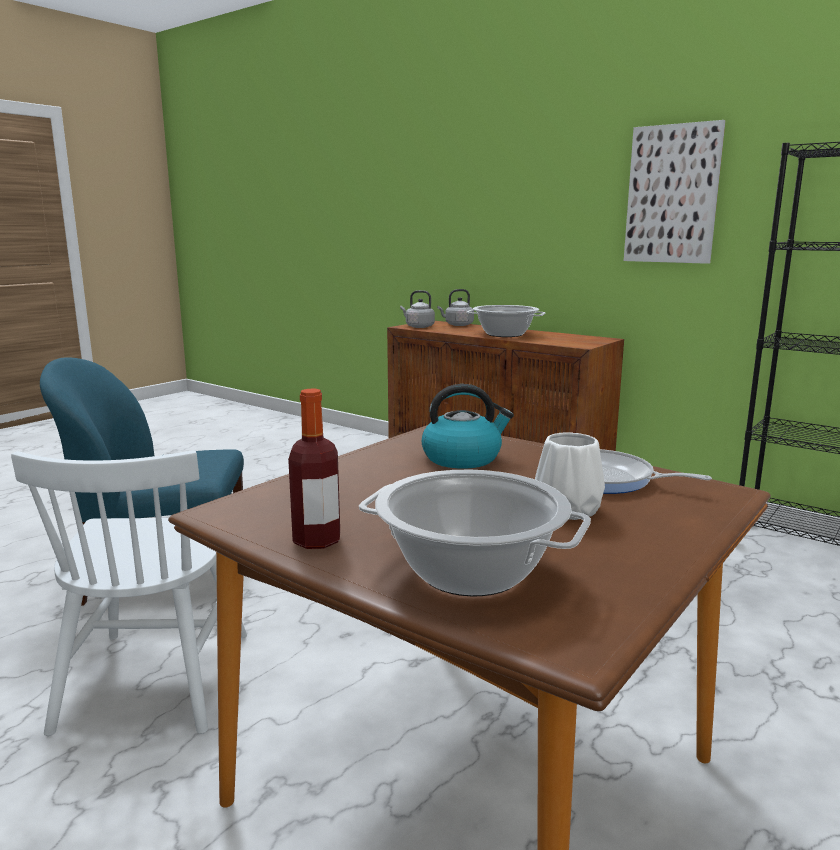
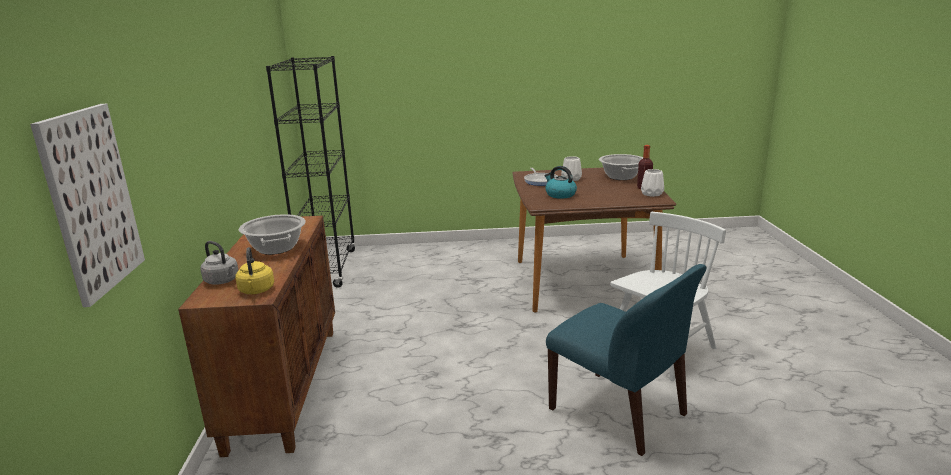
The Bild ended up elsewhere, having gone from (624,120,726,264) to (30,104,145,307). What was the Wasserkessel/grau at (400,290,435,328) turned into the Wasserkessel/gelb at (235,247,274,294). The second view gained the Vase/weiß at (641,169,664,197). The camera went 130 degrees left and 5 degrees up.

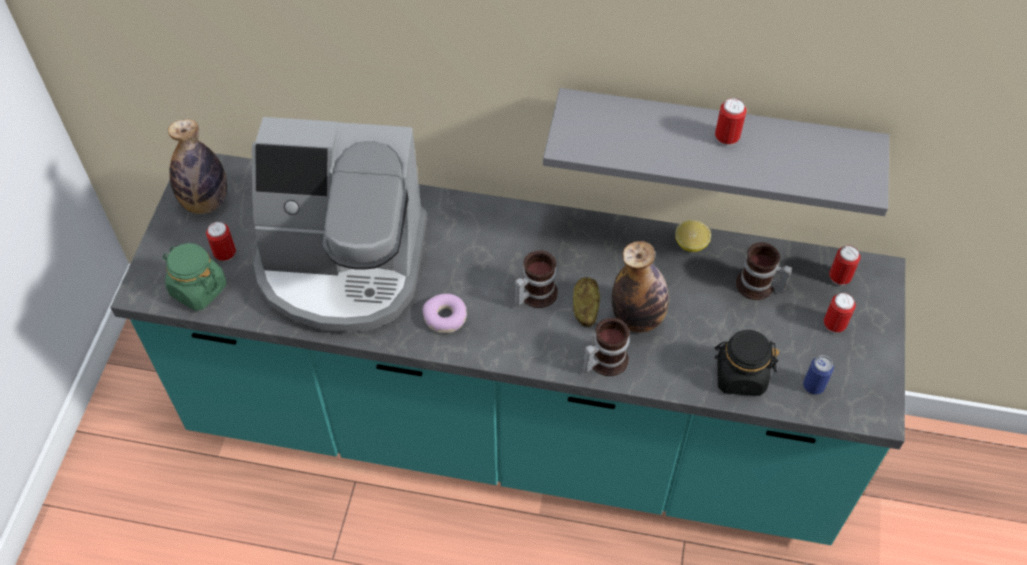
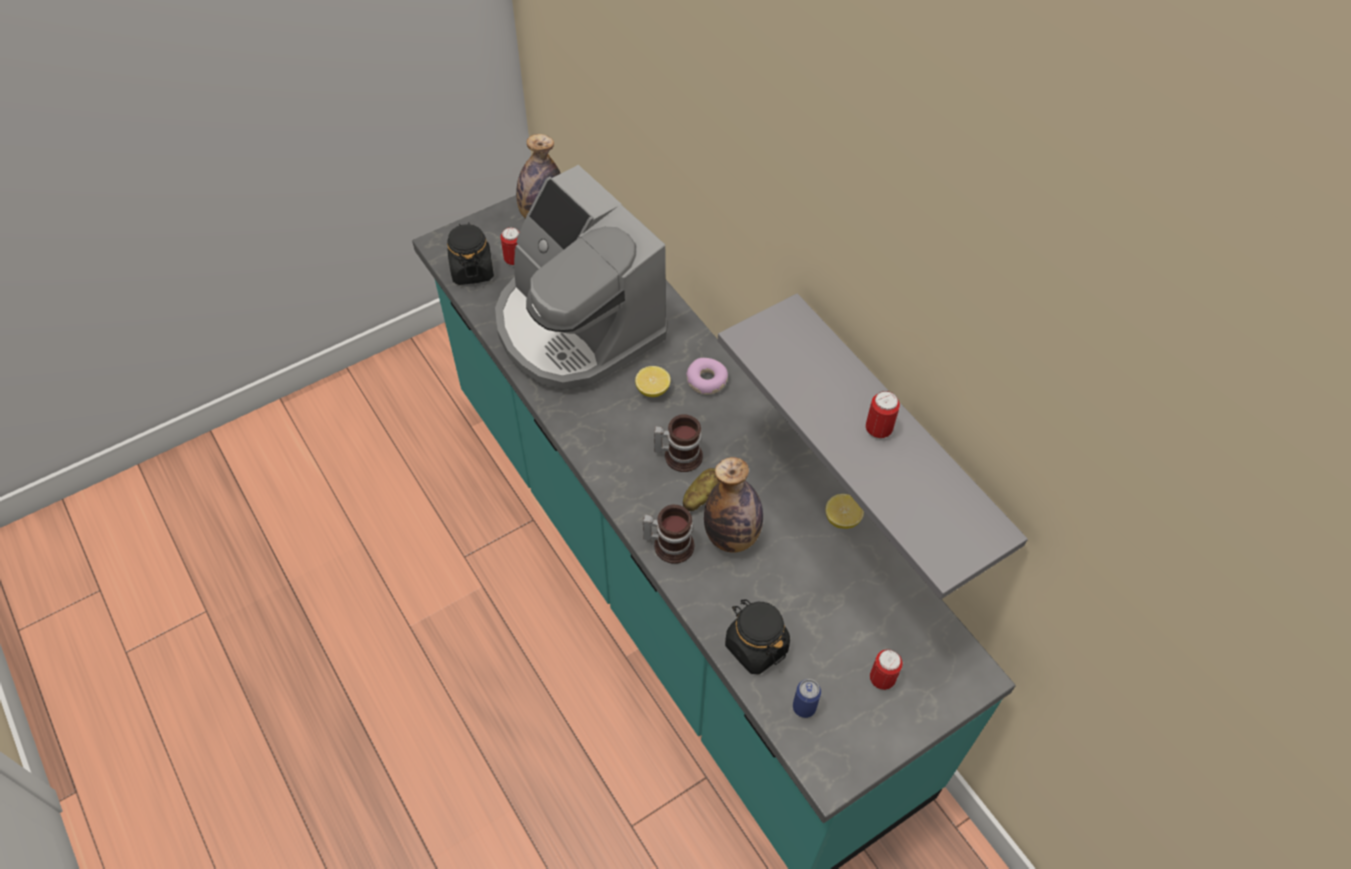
What was the Vorratsglas/grün at (163,243,226,311) turned into the Vorratsglas/schwarz at (447,222,494,285). The second view gained the Zitrone at (635,366,671,397). The Donut ended up elsewhere, having gone from (423,294,467,333) to (686,358,728,395). The second view lost the Henkelbecher at (736,242,792,300). The second view lost the Dose at (829,245,860,285). The camera went 45 degrees right and 0 degrees up.

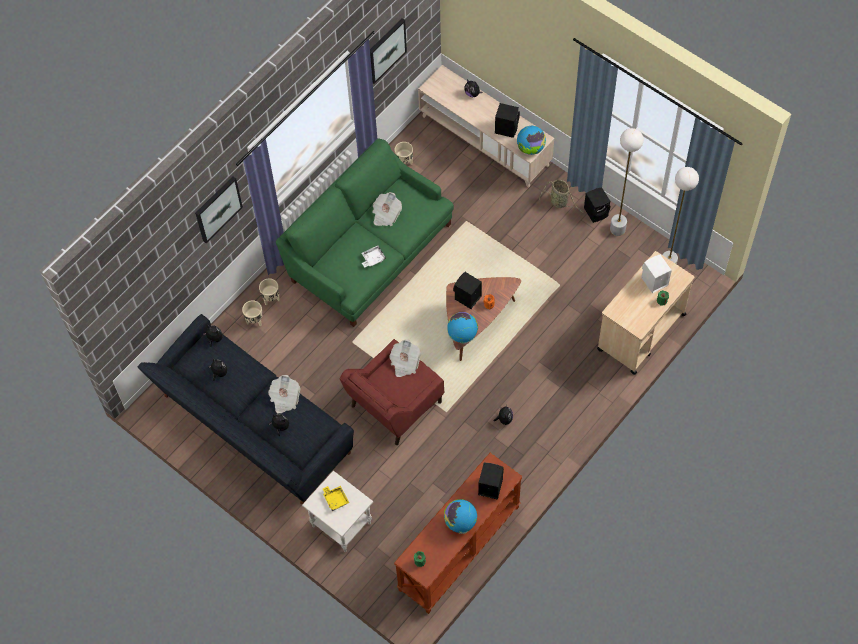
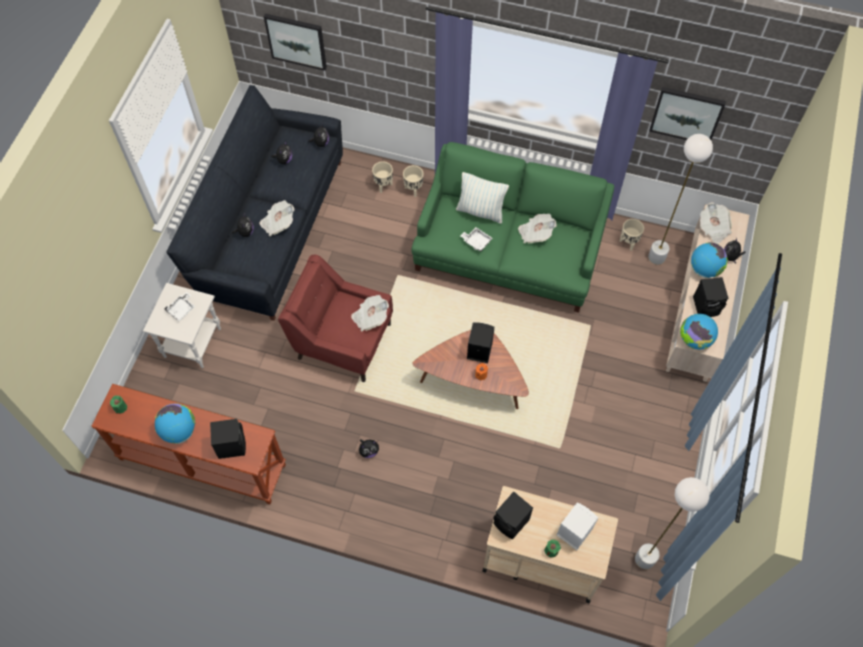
What was the Tablett/gelb at (323,486,349,511) turned into the Tablett/weiß at (164,292,195,321). The Bild ended up elsewhere, having gone from (195,177,243,243) to (264,13,327,71). The second view gained the Kissen at (456,172,509,224). The Lautsprecher/schwarz ended up elsewhere, having gone from (584,188,611,223) to (493,492,533,540). The Stehlampe/weiß ended up elsewhere, having gone from (610,128,644,236) to (648,134,713,265). The Globus ended up elsewhere, having gone from (447,312,478,343) to (691,242,727,278). The second view gained the Zeitung at (700,202,732,244). The second view lost the Korb at (539,180,584,213). The camera went 65 degrees right and 0 degrees up.

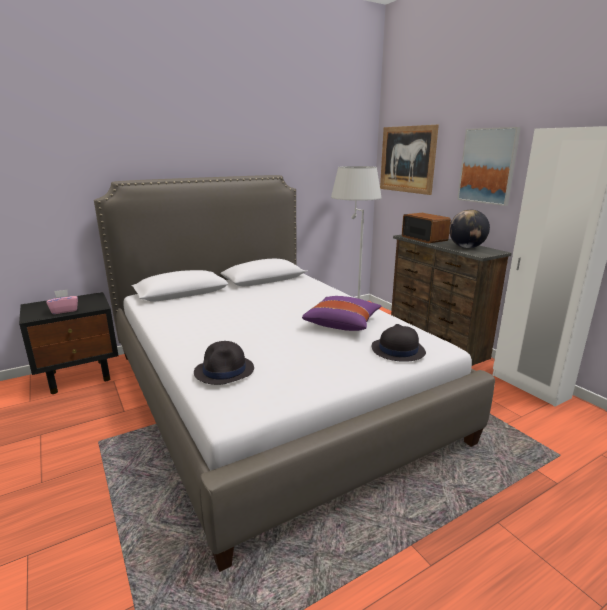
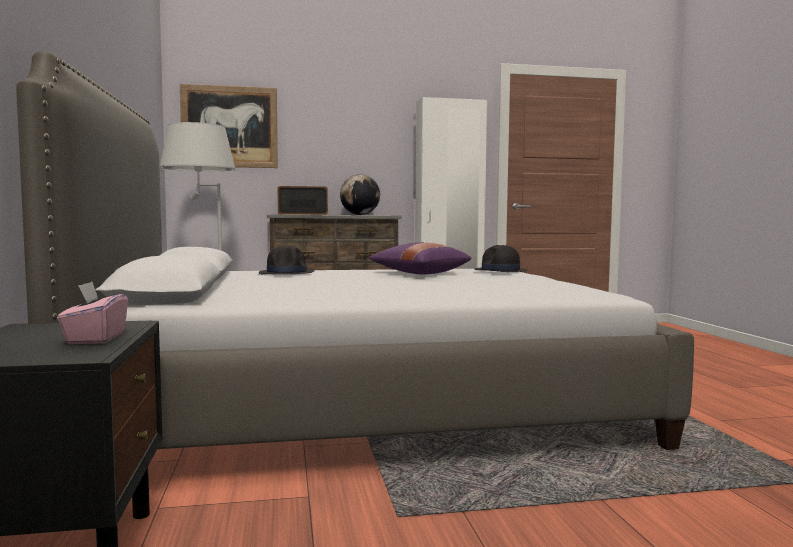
The Hut/schwarz ended up elsewhere, having gone from (194,341,254,385) to (259,246,315,275). The second view lost the Bild at (457,127,521,206). The camera went 70 degrees left and 15 degrees down.

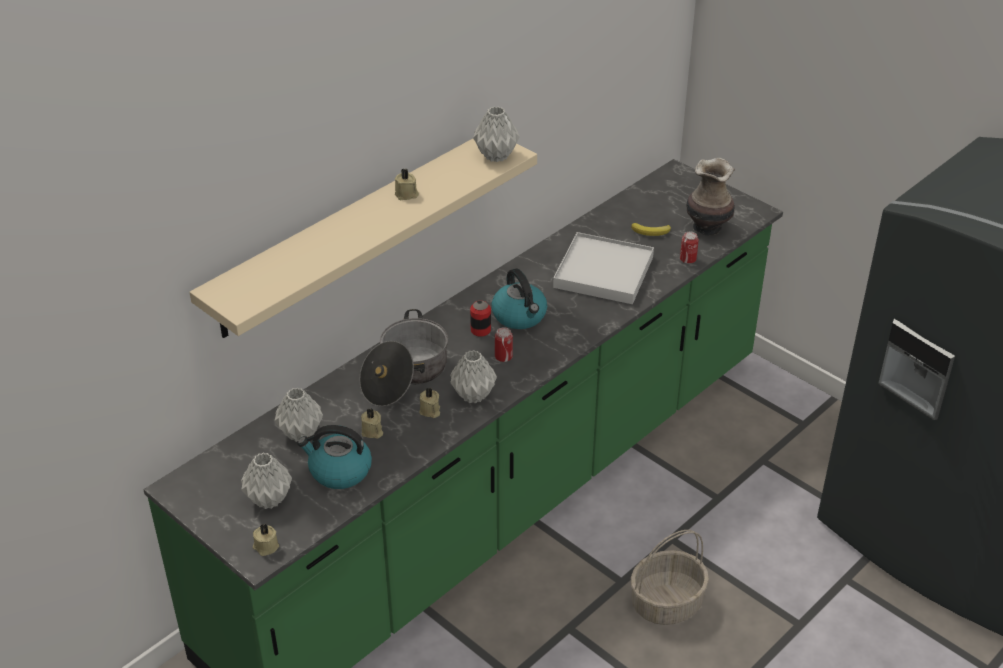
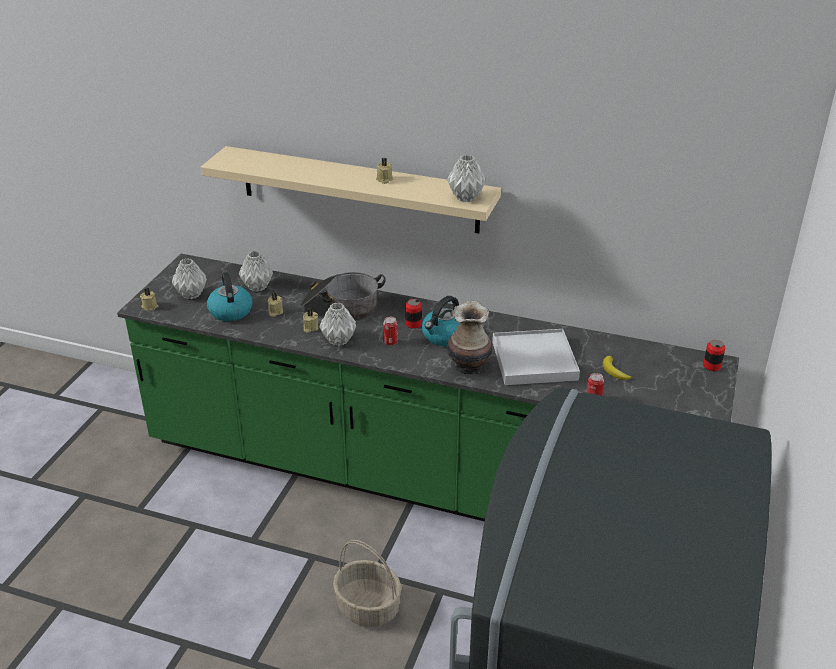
The Vase ended up elsewhere, having gone from (686,158,735,236) to (447,301,492,375). The second view gained the Dose at (703,340,725,371). The camera went 65 degrees right and 5 degrees down.

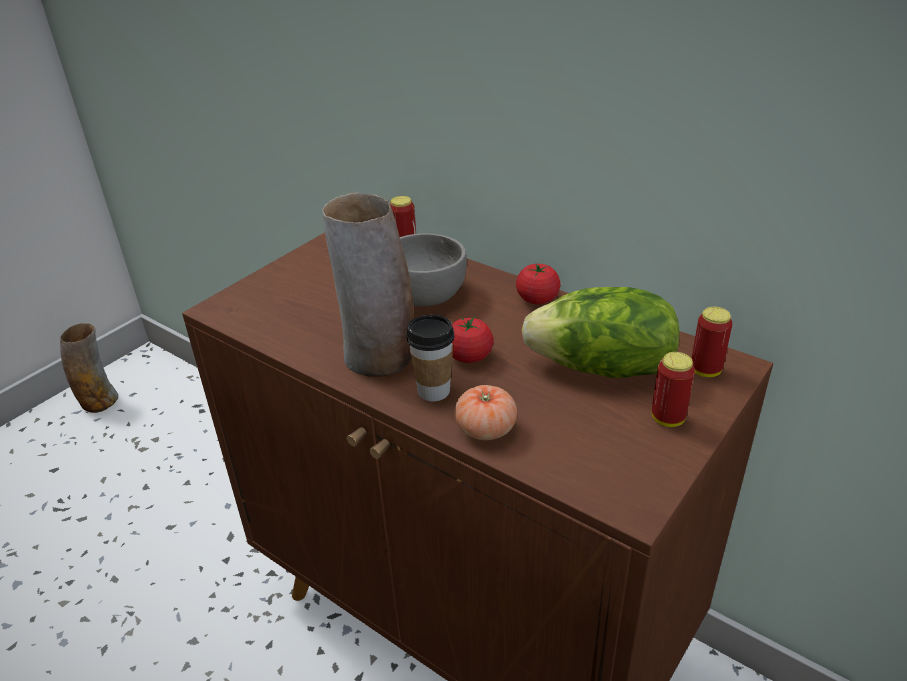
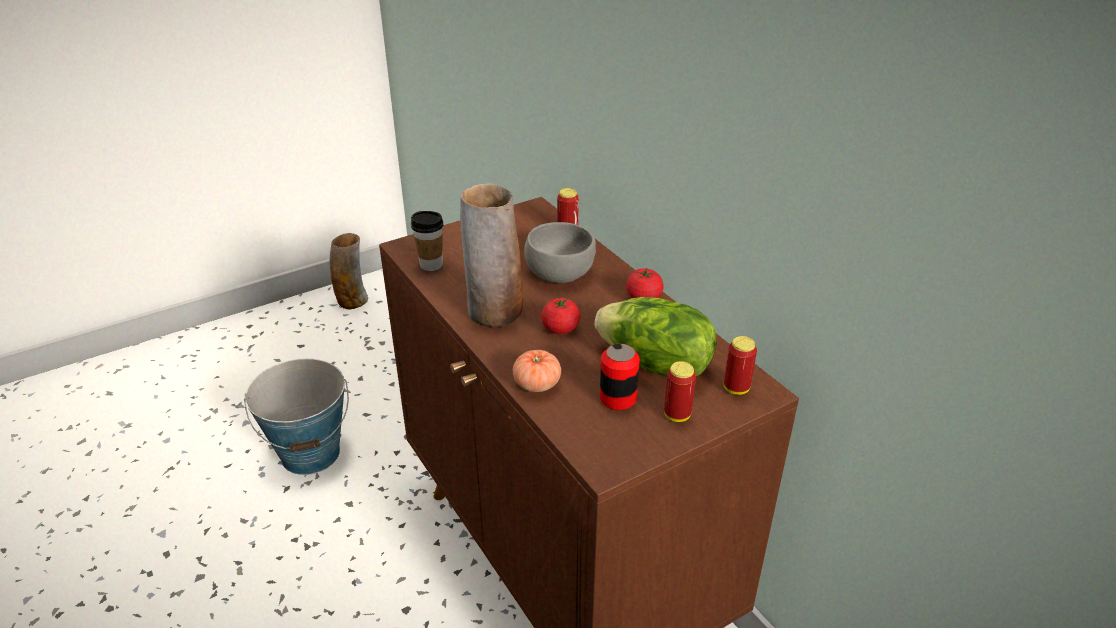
The second view gained the Eimer at (244,359,349,475). The Tasse ended up elsewhere, having gone from (406,315,454,401) to (411,211,443,271). The second view gained the Dose at (600,344,640,410). The camera went 20 degrees right and 0 degrees up.

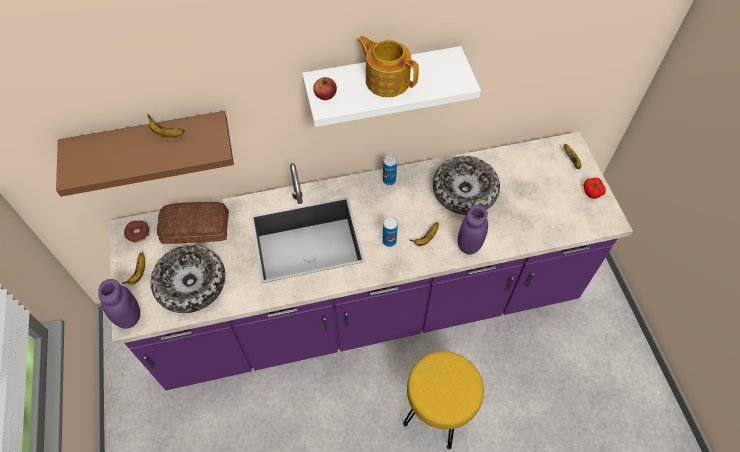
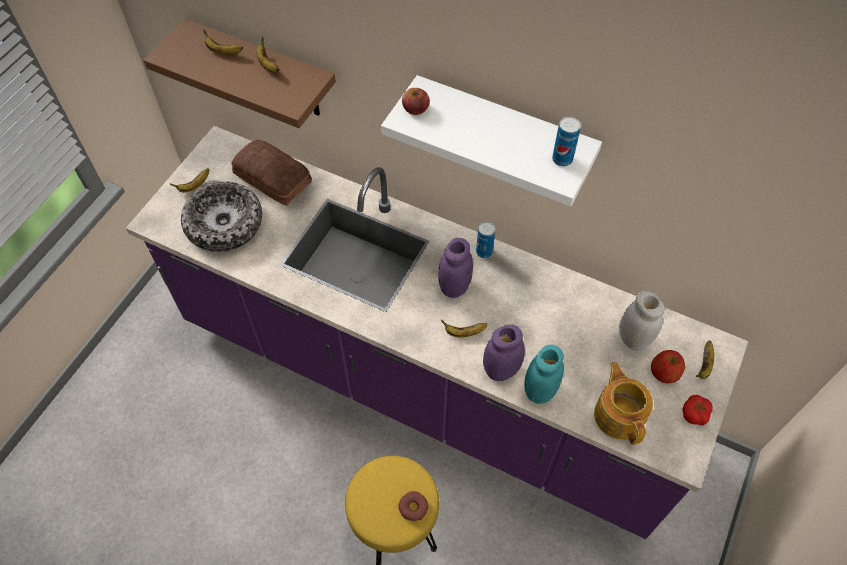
The second view gained the Banane at (203,29,243,55). The Donut ended up elsewhere, having gone from (124,220,149,242) to (399,491,428,521). The Vorratsglas/lila ended up elsewhere, having gone from (98,279,140,329) to (438,238,473,298). The second view gained the Vorratsglas/türkis at (524,345,564,404). The Dose ended up elsewhere, having gone from (382,217,398,247) to (552,116,581,166). The Teekanne ended up elsewhere, having gone from (357,36,419,97) to (594,362,653,445). The second view gained the Vorratsglas/weiß at (619,291,664,351). The second view gained the Apfel at (651,350,685,383). The second view lost the Schüssel at (433,156,500,215). The camera went 40 degrees right and 0 degrees up.

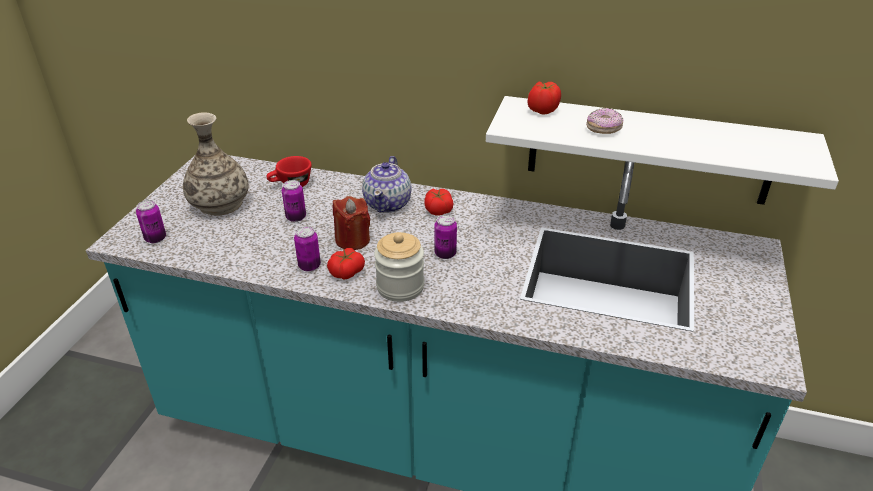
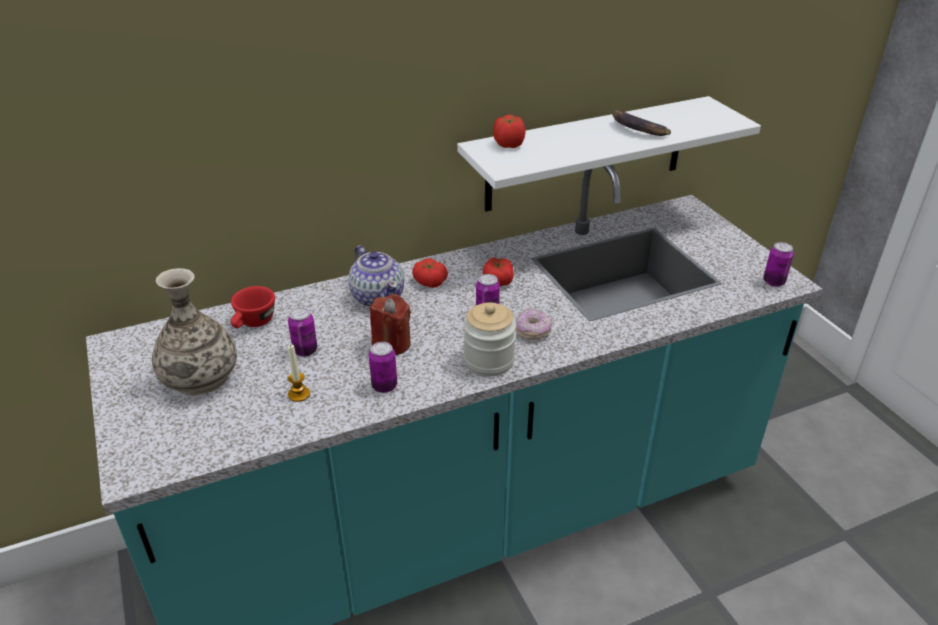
The second view gained the Kerze at (288,344,310,402). The Tomate ended up elsewhere, having gone from (327,248,365,280) to (483,257,514,287). The Donut ended up elsewhere, having gone from (586,108,624,134) to (515,309,552,340). The second view gained the Banane at (613,110,671,136). The Dose ended up elsewhere, having gone from (136,200,166,243) to (763,242,794,287). The camera went 40 degrees left and 0 degrees up.

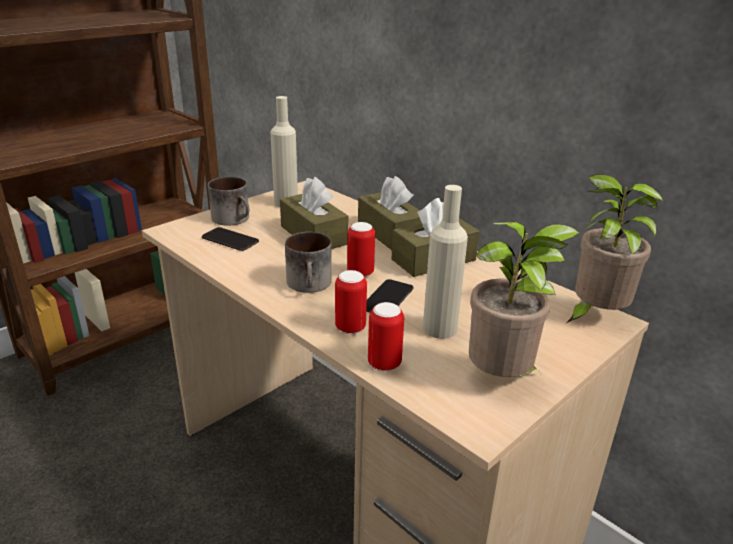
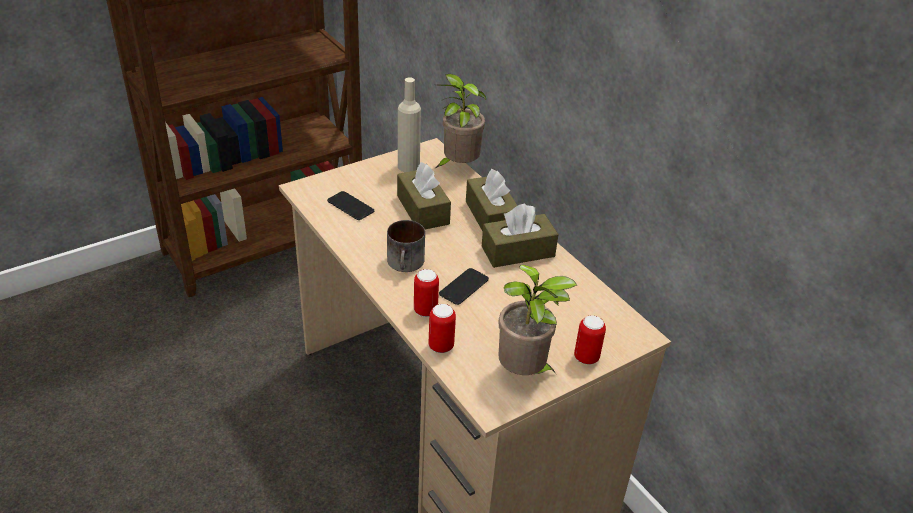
The Topfpflanze ended up elsewhere, having gone from (565,174,663,324) to (436,74,486,168). The Dose ended up elsewhere, having gone from (347,222,375,277) to (574,315,606,365). The second view lost the Henkelbecher at (208,177,250,226). The second view lost the Flasche/beige at (423,185,468,339). The camera went 10 degrees right and 10 degrees up.

